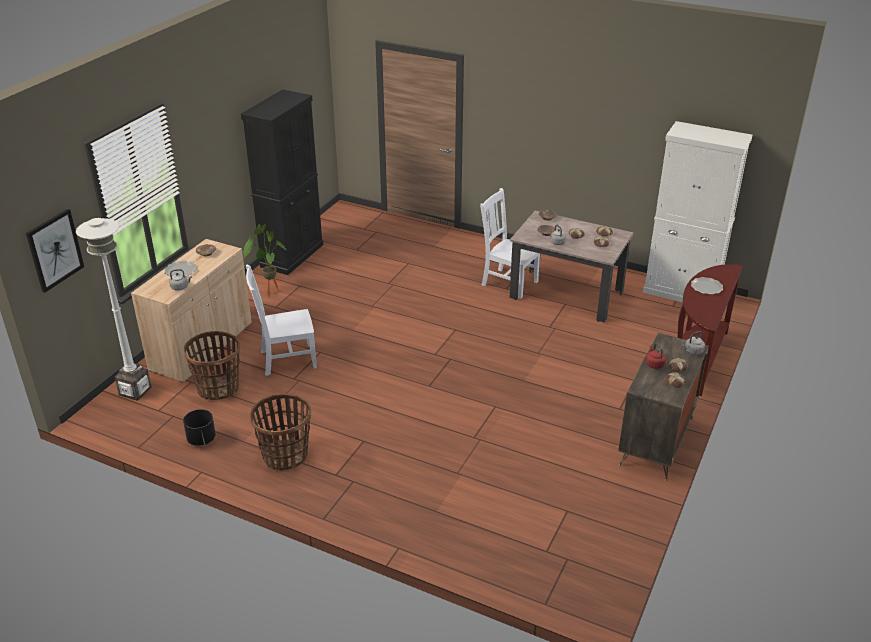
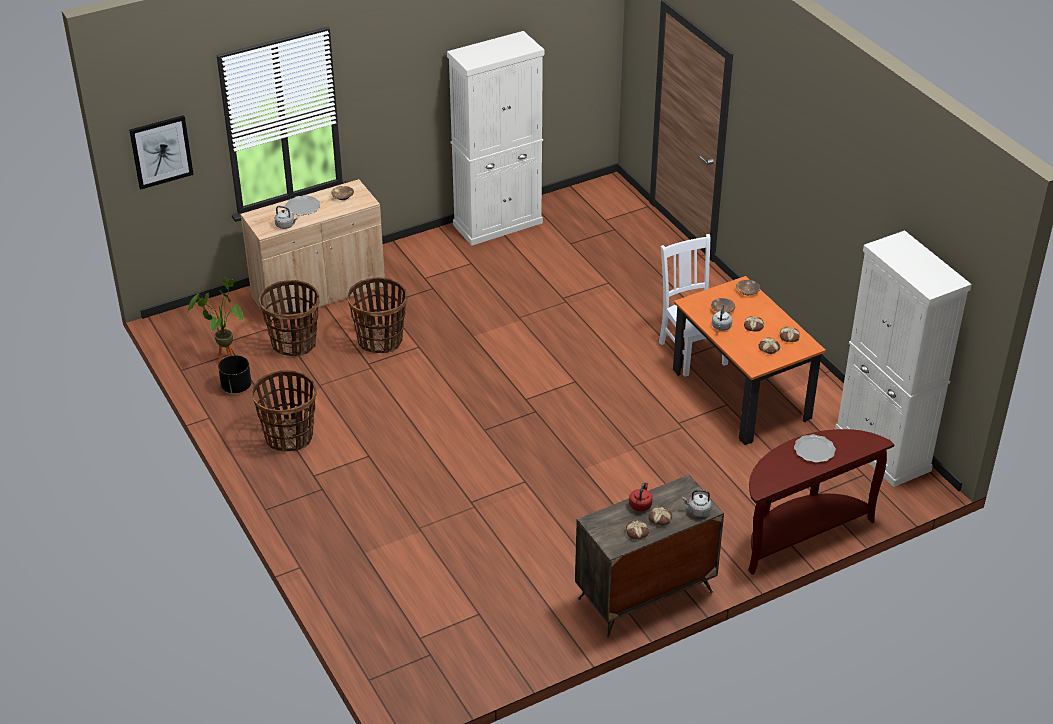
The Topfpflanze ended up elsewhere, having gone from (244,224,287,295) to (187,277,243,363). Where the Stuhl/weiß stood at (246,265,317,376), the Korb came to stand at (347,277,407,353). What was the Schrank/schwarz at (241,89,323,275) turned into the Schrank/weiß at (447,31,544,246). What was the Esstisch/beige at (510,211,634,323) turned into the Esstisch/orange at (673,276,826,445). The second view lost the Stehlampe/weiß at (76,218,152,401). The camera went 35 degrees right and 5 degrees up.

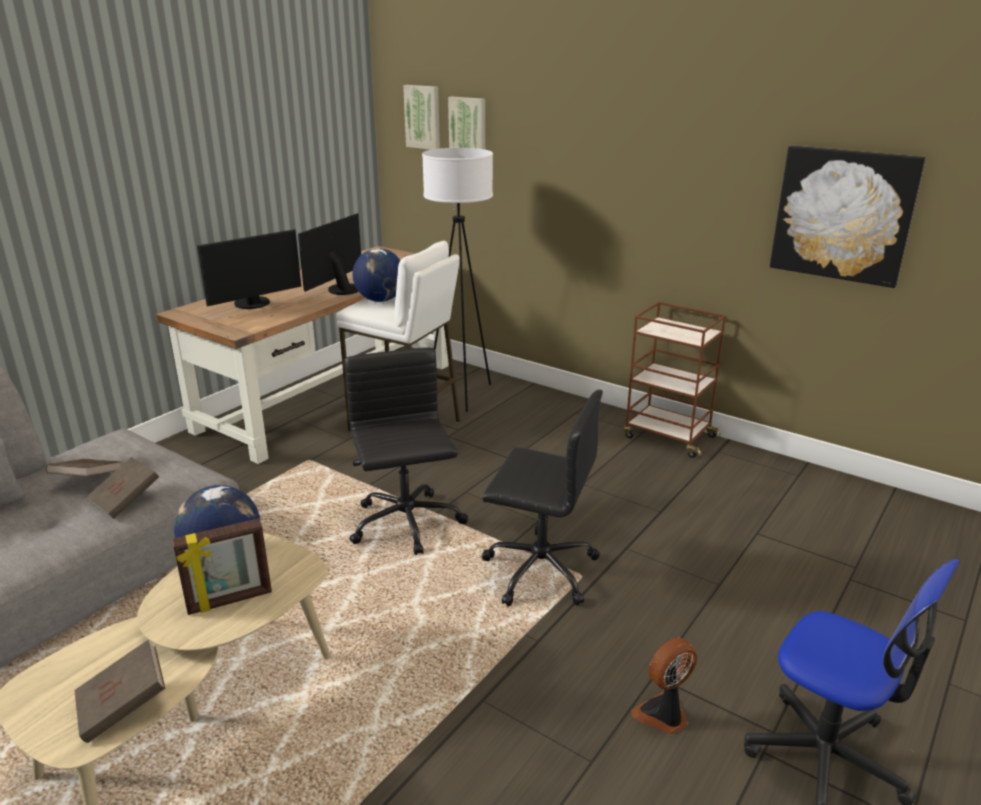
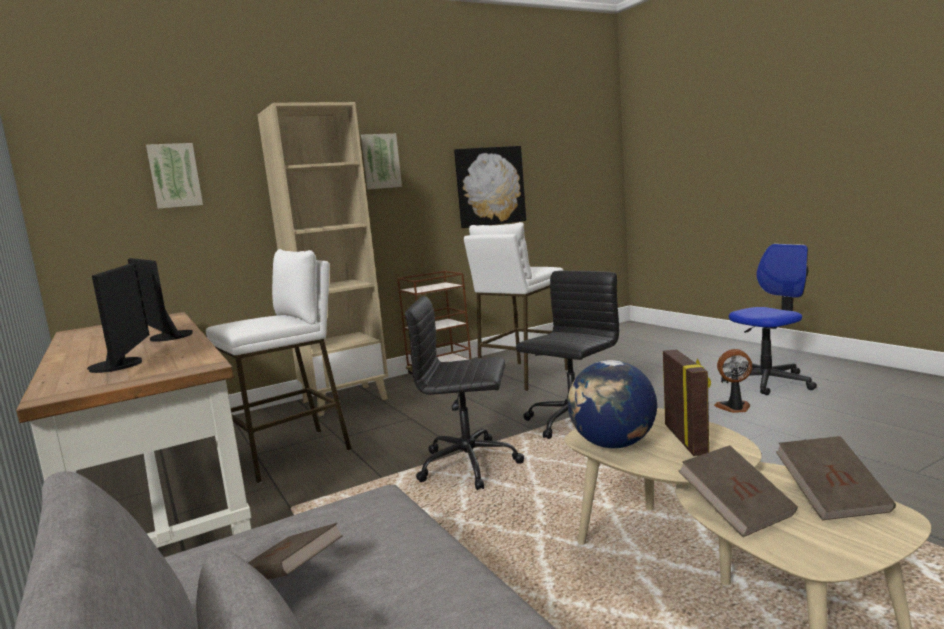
The second view gained the Bücherregal/beige at (257,102,388,416). The Bild ended up elsewhere, having gone from (403,85,440,150) to (361,133,402,190). The second view gained the Hocker/weiß at (464,222,568,391). The Buch/braun ended up elsewhere, having gone from (86,457,159,519) to (679,445,798,537). The Ventilator at (631,637,697,734) ended up facing another way, 105 degrees clockwise from before. The second view lost the Globus at (353,248,401,302). The second view lost the Stehlampe/weiß at (422,148,493,412). The camera went 65 degrees left and 15 degrees down.

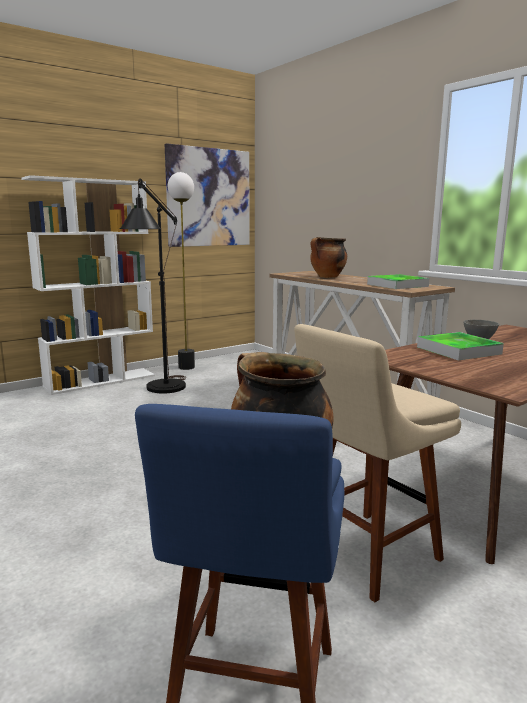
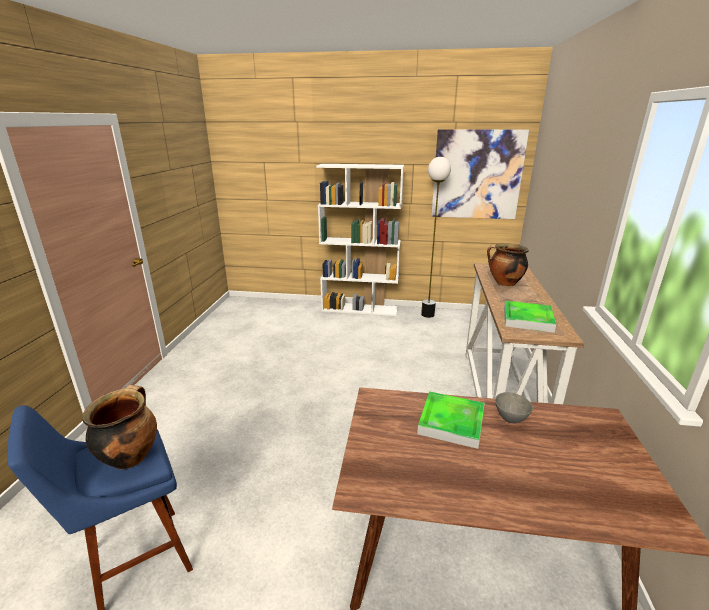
The second view lost the Stehlampe/schwarz at (119,178,186,394). The second view lost the Hocker/beige at (294,324,461,603). The camera went 45 degrees right and 10 degrees up.

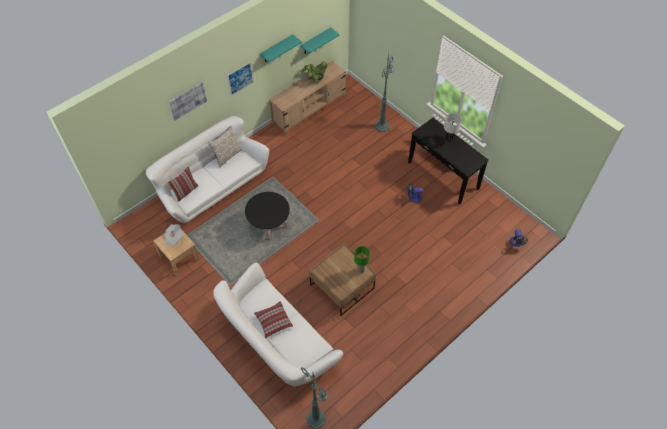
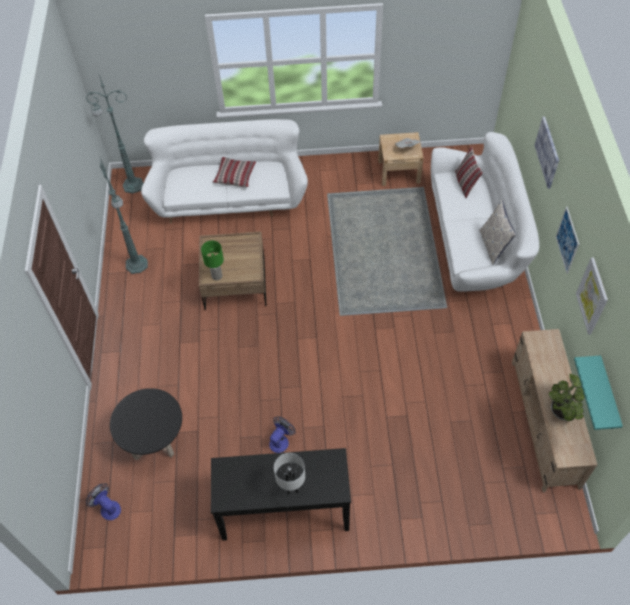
The Stehlampe/grün ended up elsewhere, having gone from (375,53,394,132) to (100,158,148,274). The Couchtisch/schwarz ended up elsewhere, having gone from (245,192,290,240) to (110,388,182,460). Where the Wandregal/türkis hung at (260,34,302,62), the Bild came to hang at (576,257,608,335). The camera went 130 degrees right and 0 degrees up.

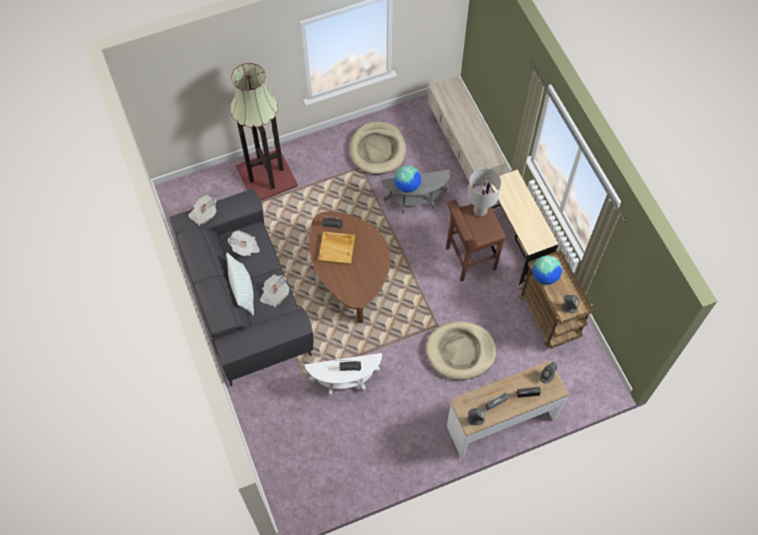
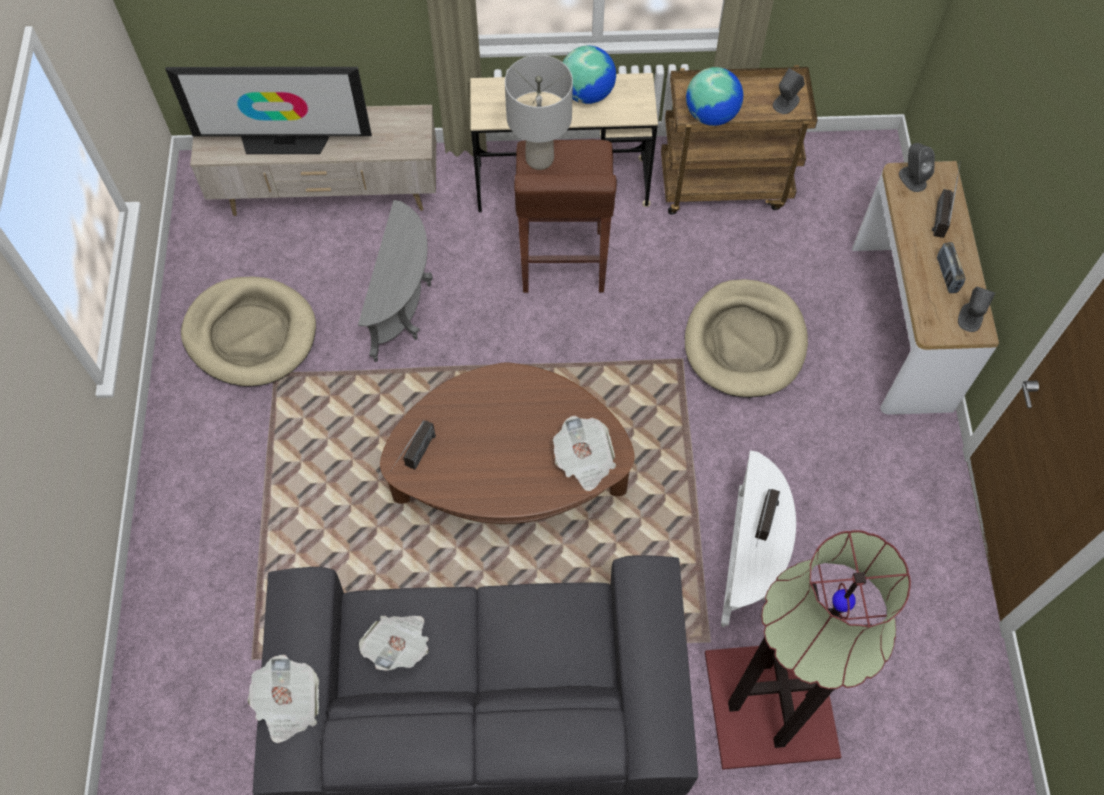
The second view gained the Fernseher at (165,67,372,154). The Zeitung ended up elsewhere, having gone from (260,275,289,307) to (553,415,616,491). The Globus ended up elsewhere, having gone from (394,165,421,193) to (563,46,616,104). The Stehlampe ended up elsewhere, having gone from (230,63,298,201) to (705,530,911,770). The second view lost the Kissen at (226,252,254,316). The second view lost the Tablett/beige at (318,232,355,266). The camera went 70 degrees left and 0 degrees up.

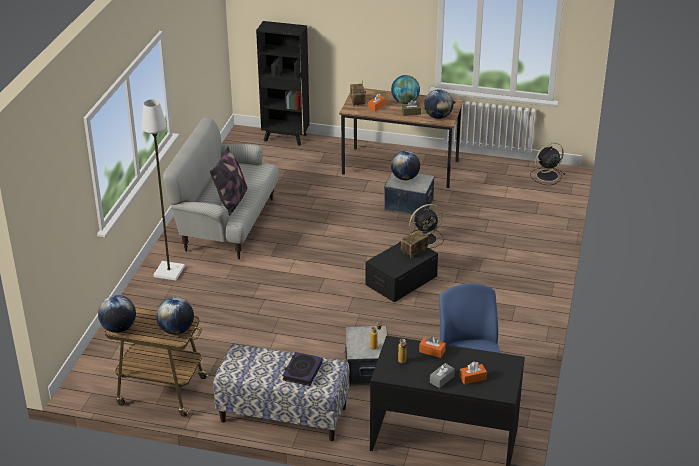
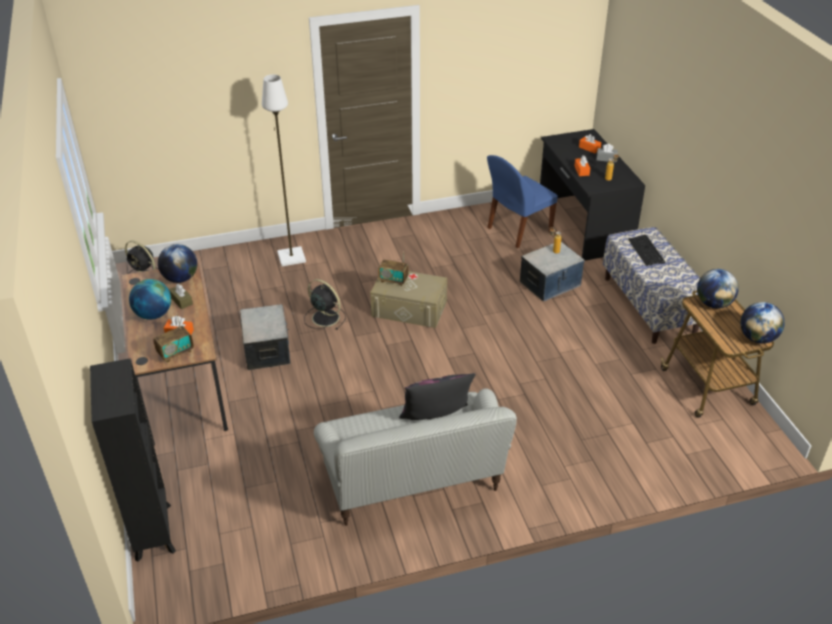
The Stehlampe/weiß ended up elsewhere, having gone from (141,99,185,280) to (262,74,306,266). What was the Aufbewahrungsbox/schwarz at (365,241,438,302) turned into the Aufbewahrungsbox/beige at (370,271,447,328). Where the Buch stood at (282,352,323,386), the Tastatur came to stand at (628,235,665,266). The second view lost the Globus at (391,151,420,180). The camera went 120 degrees left and 5 degrees up.

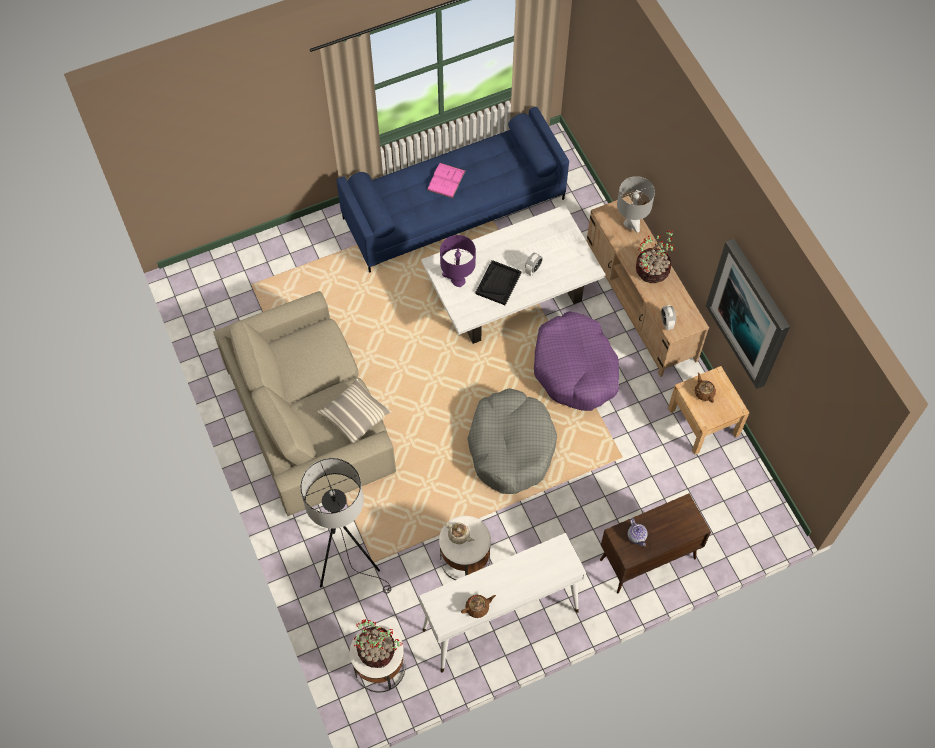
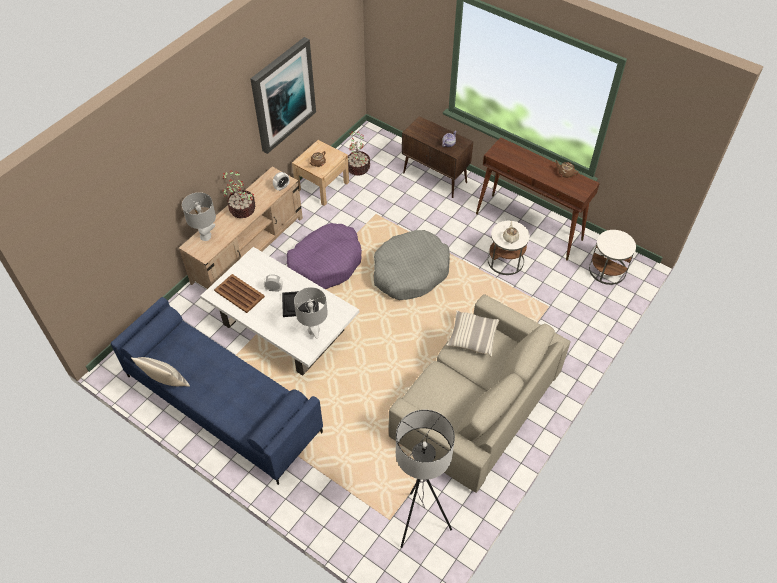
The second view gained the Kissen at (131,357,190,387). The second view gained the Tablett/braun at (214,274,265,313). What was the Tischlampe/lila at (440,235,476,287) turned into the Tischlampe/grau at (294,287,328,339). The Topfpflanze ended up elsewhere, having gone from (354,619,403,668) to (348,131,370,176). The Stehlampe/grau ended up elsewhere, having gone from (300,458,391,594) to (396,410,455,548). What was the Konsolentisch/weiß at (419,533,586,673) turned into the Konsolentisch/braun at (476,137,600,261). The second view lost the Buch/rosa at (427,163,466,198). The camera went 120 degrees left and 10 degrees down.

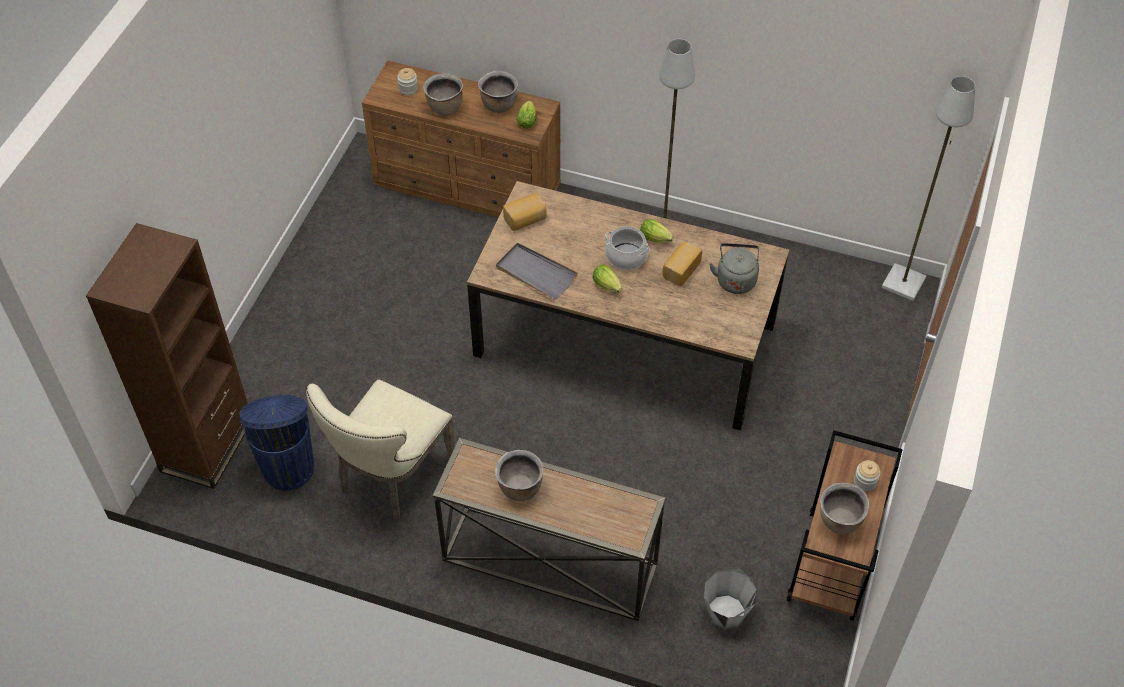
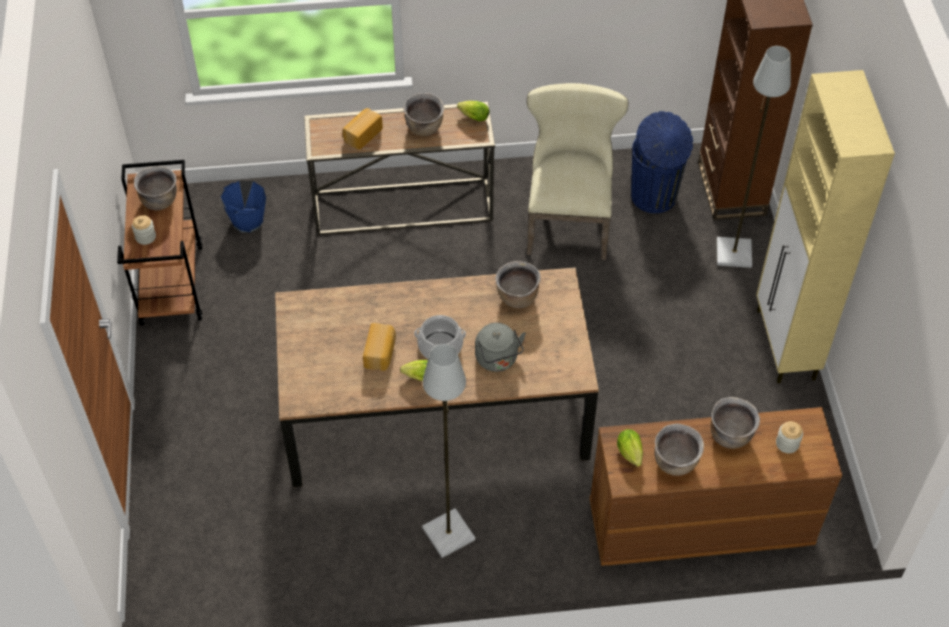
What was the Eimer/grau at (704,569,757,630) turned into the Eimer/blau at (221,181,266,233). The Brot ended up elsewhere, having gone from (503,193,547,231) to (343,108,383,150). The Salatkopf ended up elsewhere, having gone from (592,265,622,293) to (457,101,489,121). The Wasserkessel/grau ended up elsewhere, having gone from (709,243,759,294) to (475,323,526,372). Where the Tablett/grau stood at (496,243,578,300), the Kochtopf/braun came to stand at (495,261,541,308). The Stehlampe/grau ended up elsewhere, having gone from (882,76,975,301) to (717,46,791,268). The second view gained the Schrank/beige at (756,70,895,383). The camera went 155 degrees right and 0 degrees up.

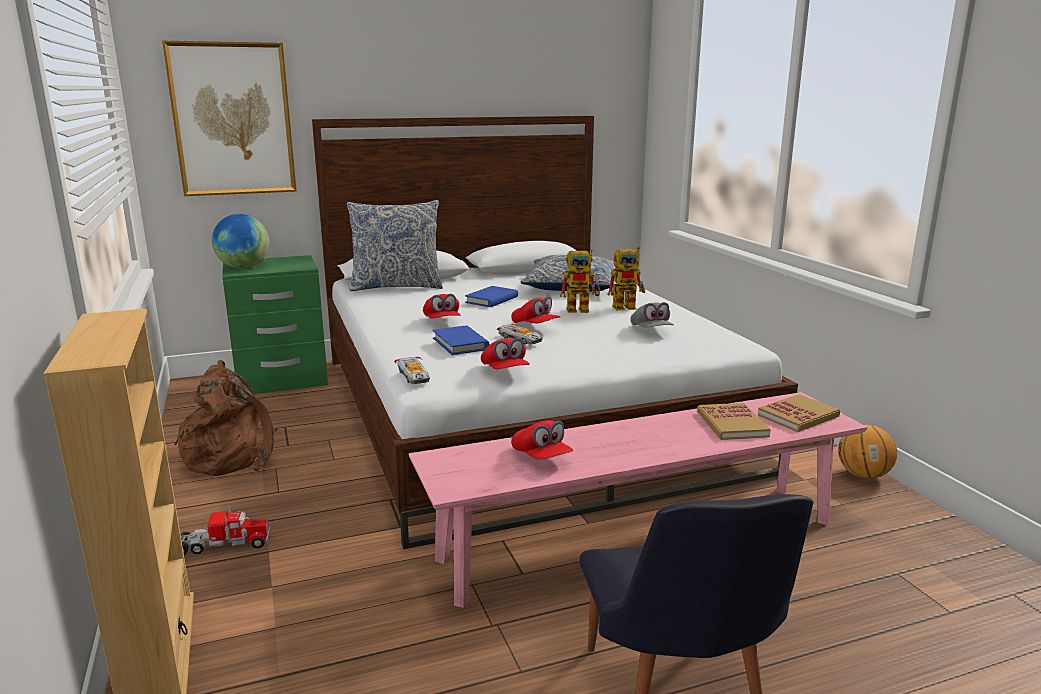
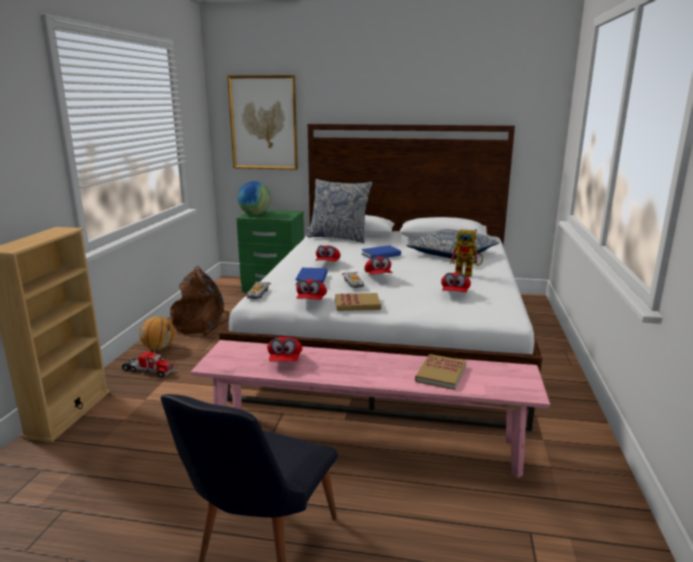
The Basketball ended up elsewhere, having gone from (838,425,897,479) to (139,316,175,350). The Buch ended up elsewhere, having gone from (758,394,840,432) to (335,293,381,311). What was the Kappe/grau at (630,302,674,328) turned into the Kappe/rot at (441,273,471,293). The second view lost the Spielzeugroboter at (560,249,600,313). The camera went 30 degrees right and 0 degrees up.

